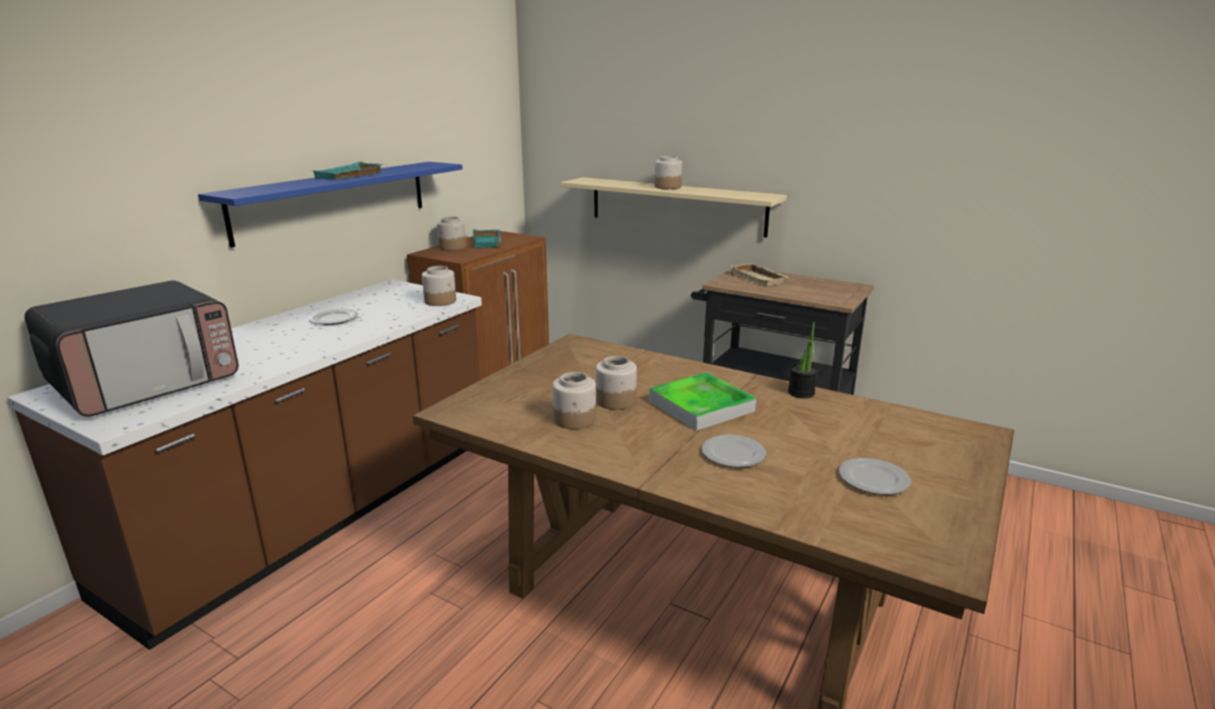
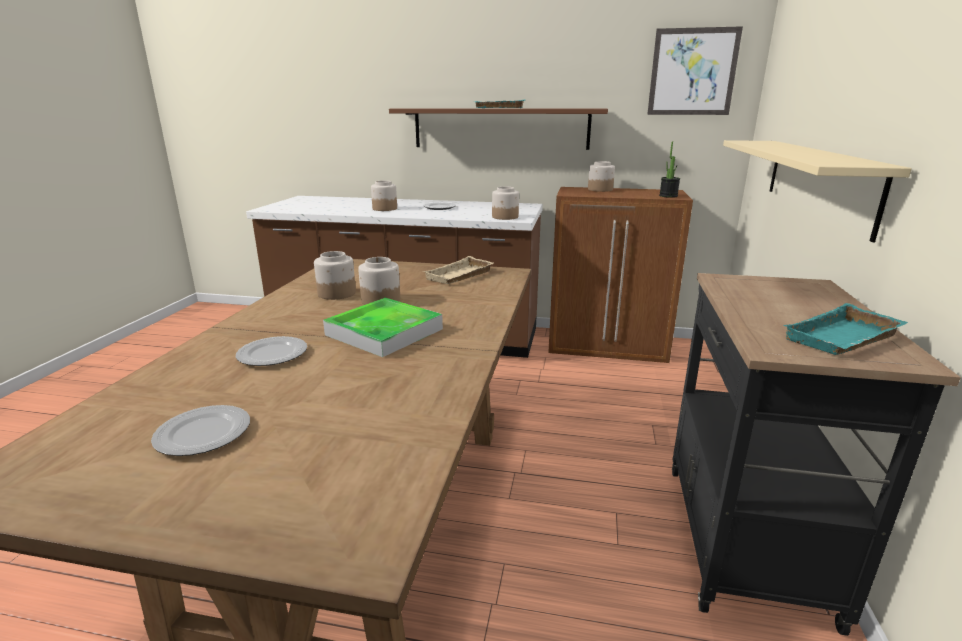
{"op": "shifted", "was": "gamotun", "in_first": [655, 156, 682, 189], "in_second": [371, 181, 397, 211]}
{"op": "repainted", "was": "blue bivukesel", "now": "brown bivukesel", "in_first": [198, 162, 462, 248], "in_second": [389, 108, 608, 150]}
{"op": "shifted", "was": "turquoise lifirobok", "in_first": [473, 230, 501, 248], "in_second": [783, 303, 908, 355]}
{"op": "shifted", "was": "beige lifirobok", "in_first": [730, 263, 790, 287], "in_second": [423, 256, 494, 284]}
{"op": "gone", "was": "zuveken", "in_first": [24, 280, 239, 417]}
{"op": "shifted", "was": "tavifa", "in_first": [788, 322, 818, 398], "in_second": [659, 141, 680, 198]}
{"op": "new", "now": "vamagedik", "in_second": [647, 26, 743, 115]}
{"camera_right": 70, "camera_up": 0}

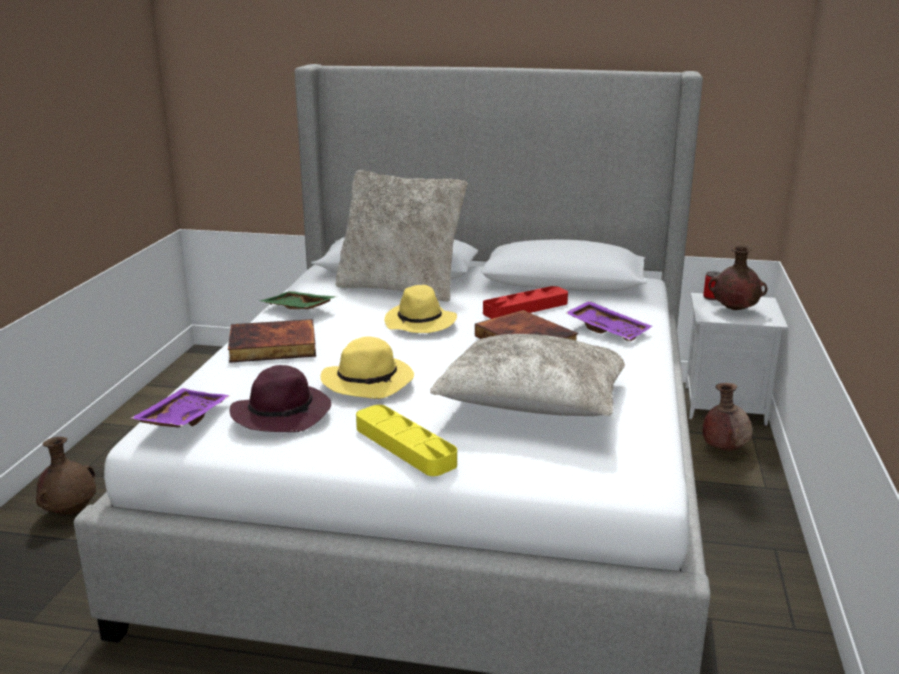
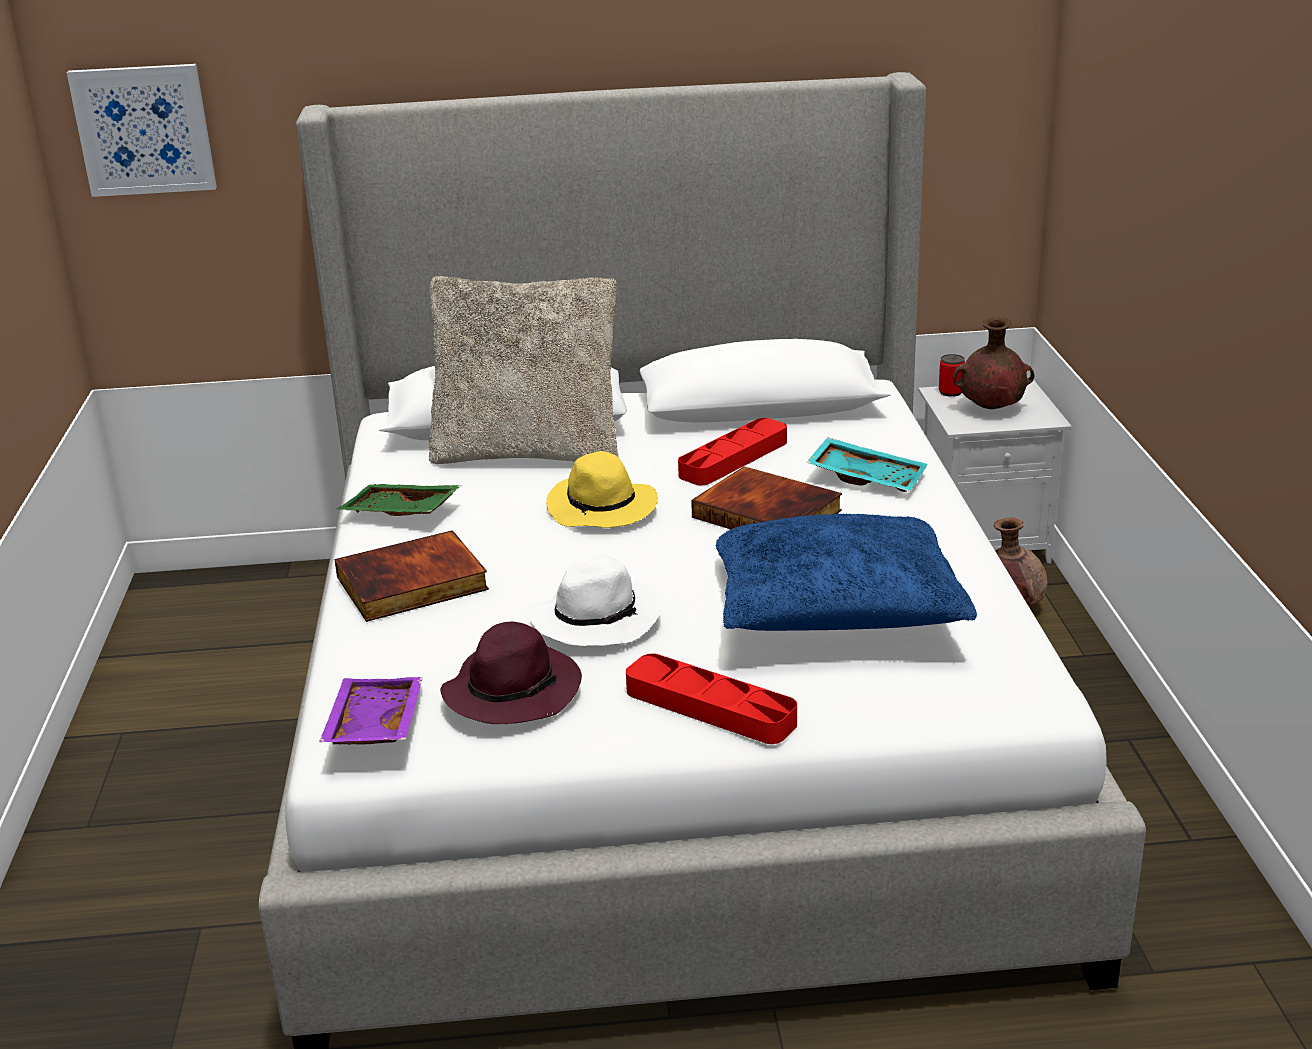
{"op": "repainted", "was": "purple lifirobok", "now": "turquoise lifirobok", "in_first": [566, 301, 652, 341], "in_second": [806, 437, 928, 492]}
{"op": "repainted", "was": "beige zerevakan", "now": "blue zerevakan", "in_first": [430, 333, 625, 416], "in_second": [716, 513, 977, 631]}
{"op": "repainted", "was": "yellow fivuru", "now": "white fivuru", "in_first": [321, 336, 414, 399], "in_second": [529, 554, 662, 646]}
{"op": "repainted", "was": "yellow lifirobok", "now": "red lifirobok", "in_first": [356, 405, 457, 476], "in_second": [626, 654, 797, 744]}
{"op": "gone", "was": "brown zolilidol", "in_first": [36, 437, 96, 515]}
{"op": "new", "now": "vamagedik", "in_second": [67, 64, 217, 197]}
{"camera_right": -15, "camera_up": 5}

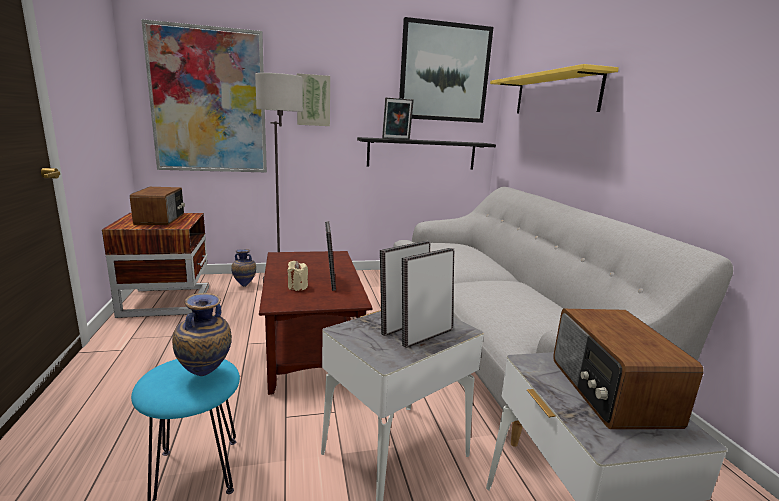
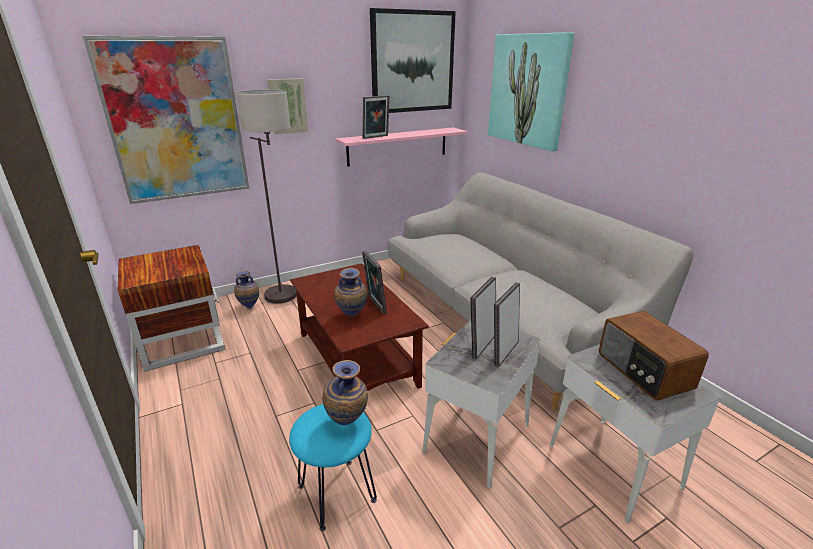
{"op": "swapped", "was": "yellow bivukesel", "now": "vamagedik", "in_first": [490, 64, 619, 113], "in_second": [488, 32, 574, 151]}
{"op": "repainted", "was": "black bivukesel", "now": "pink bivukesel", "in_first": [357, 137, 496, 170], "in_second": [335, 128, 468, 166]}
{"op": "gone", "was": "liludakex", "in_first": [130, 187, 185, 225]}
{"op": "swapped", "was": "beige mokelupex", "now": "zolilidol", "in_first": [288, 261, 308, 291], "in_second": [334, 268, 367, 316]}
{"camera_right": -15, "camera_up": 10}

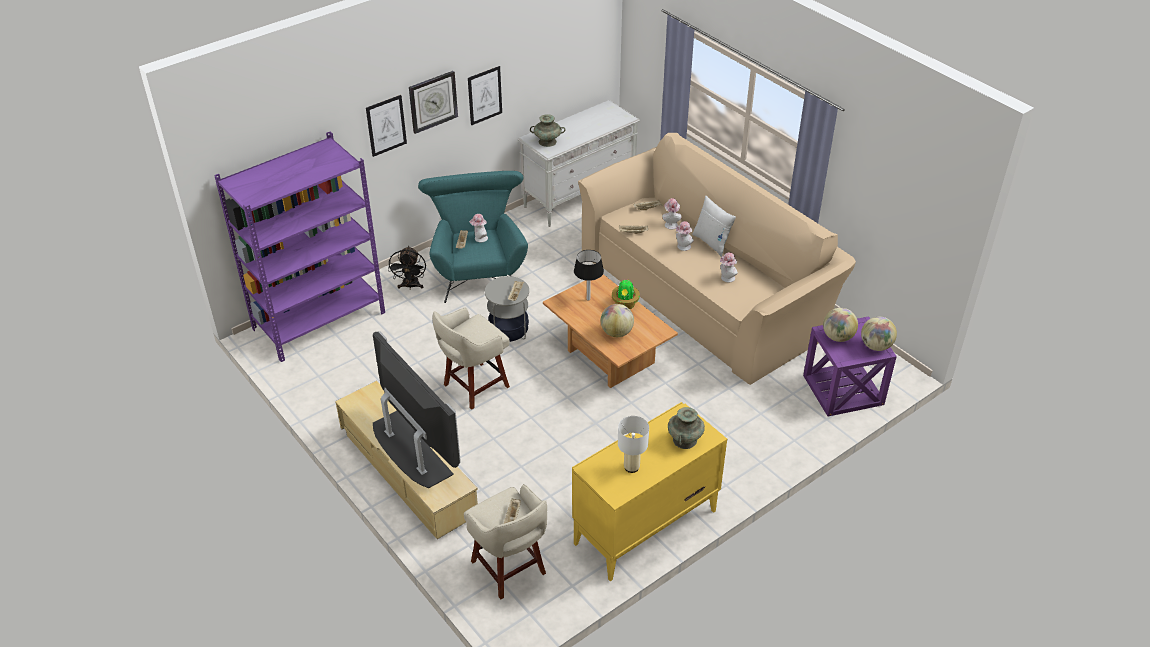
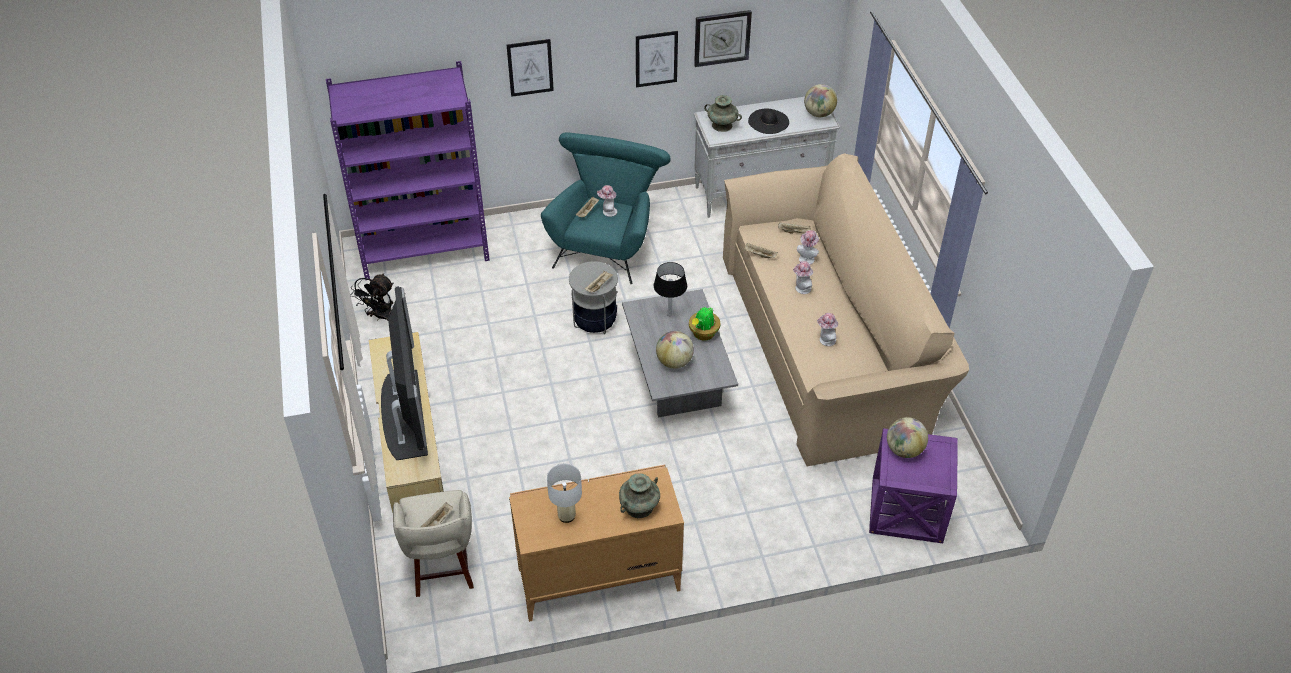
{"op": "shifted", "was": "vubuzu", "in_first": [409, 71, 458, 134], "in_second": [694, 10, 752, 67]}
{"op": "gone", "was": "grey zerevakan", "in_first": [692, 196, 736, 257]}
{"op": "shifted", "was": "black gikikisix", "in_first": [388, 246, 426, 290], "in_second": [350, 273, 393, 321]}
{"op": "repainted", "was": "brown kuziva", "now": "grey kuziva", "in_first": [543, 274, 678, 388], "in_second": [622, 289, 738, 417]}
{"op": "gone", "was": "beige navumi", "in_first": [433, 308, 510, 410]}
{"op": "shifted", "was": "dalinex", "in_first": [861, 317, 897, 351], "in_second": [804, 84, 837, 117]}
{"op": "repainted", "was": "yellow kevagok", "now": "brown kevagok", "in_first": [572, 402, 727, 581], "in_second": [509, 465, 684, 622]}
{"op": "new", "now": "black fivuru", "in_second": [748, 109, 789, 134]}
{"camera_right": 25, "camera_up": 5}

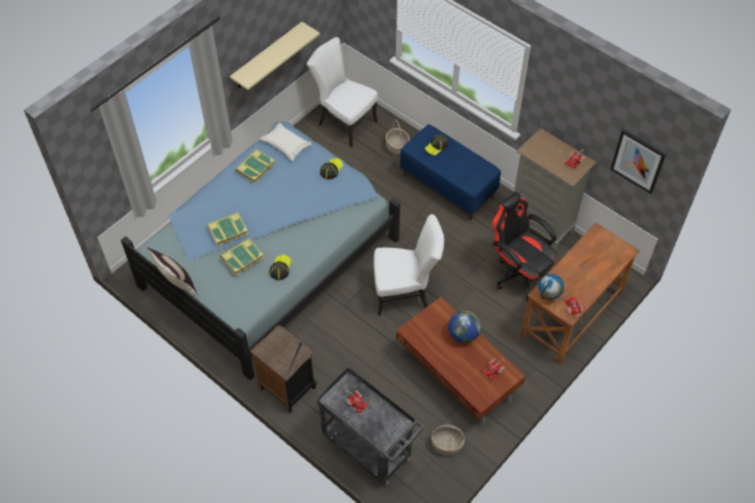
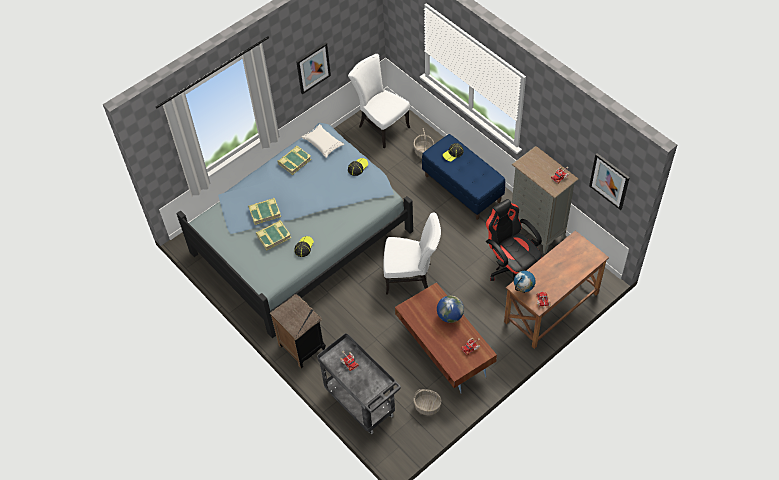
{"op": "swapped", "was": "beige bivukesel", "now": "vamagedik", "in_first": [230, 22, 320, 90], "in_second": [296, 42, 331, 95]}
{"op": "gone", "was": "zerevakan", "in_first": [147, 247, 197, 296]}
{"camera_right": 10, "camera_up": 0}

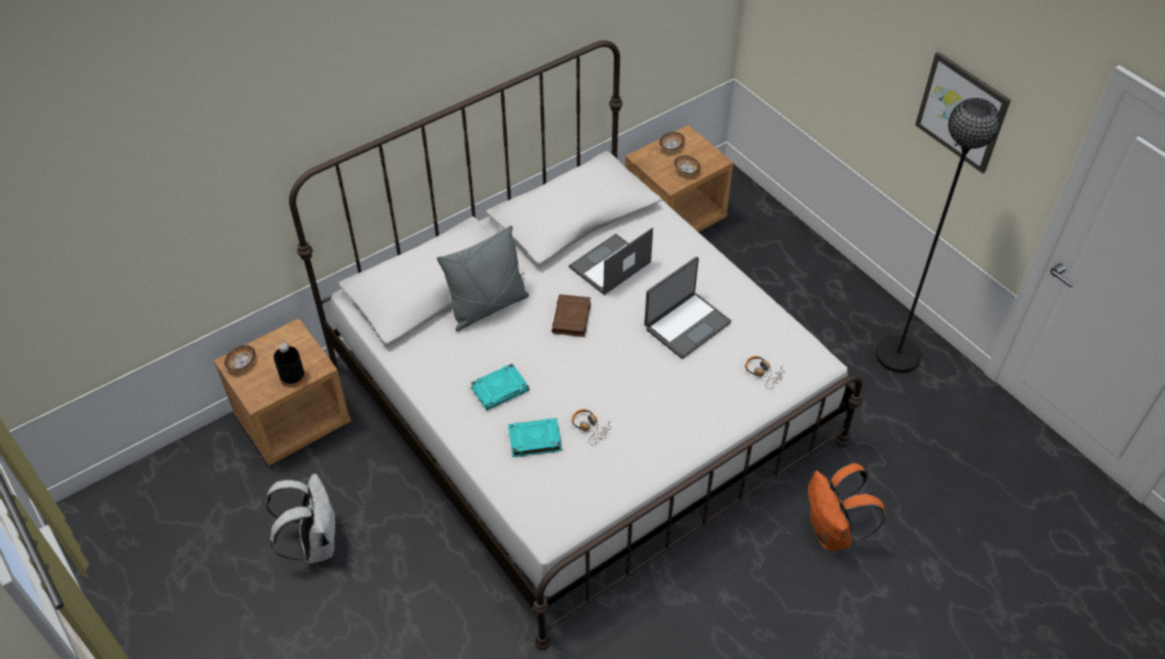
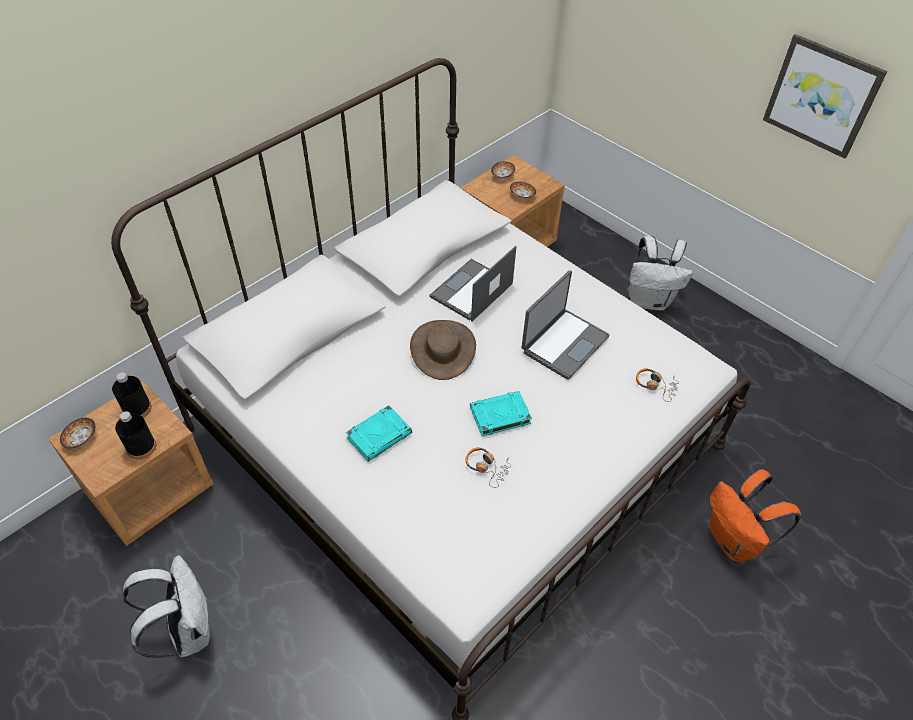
{"op": "gone", "was": "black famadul", "in_first": [875, 98, 1001, 373]}
{"op": "gone", "was": "grey zerevakan", "in_first": [437, 225, 529, 331]}
{"op": "swapped", "was": "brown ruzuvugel", "now": "brown fivuru", "in_first": [552, 294, 591, 337], "in_second": [410, 320, 476, 380]}
{"op": "shifted", "was": "turquoise ruzuvugel", "in_first": [508, 418, 562, 457], "in_second": [470, 391, 532, 436]}
{"op": "new", "now": "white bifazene", "in_second": [628, 236, 693, 310]}
{"op": "new", "now": "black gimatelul", "in_second": [112, 372, 152, 418]}
{"camera_right": -10, "camera_up": 0}

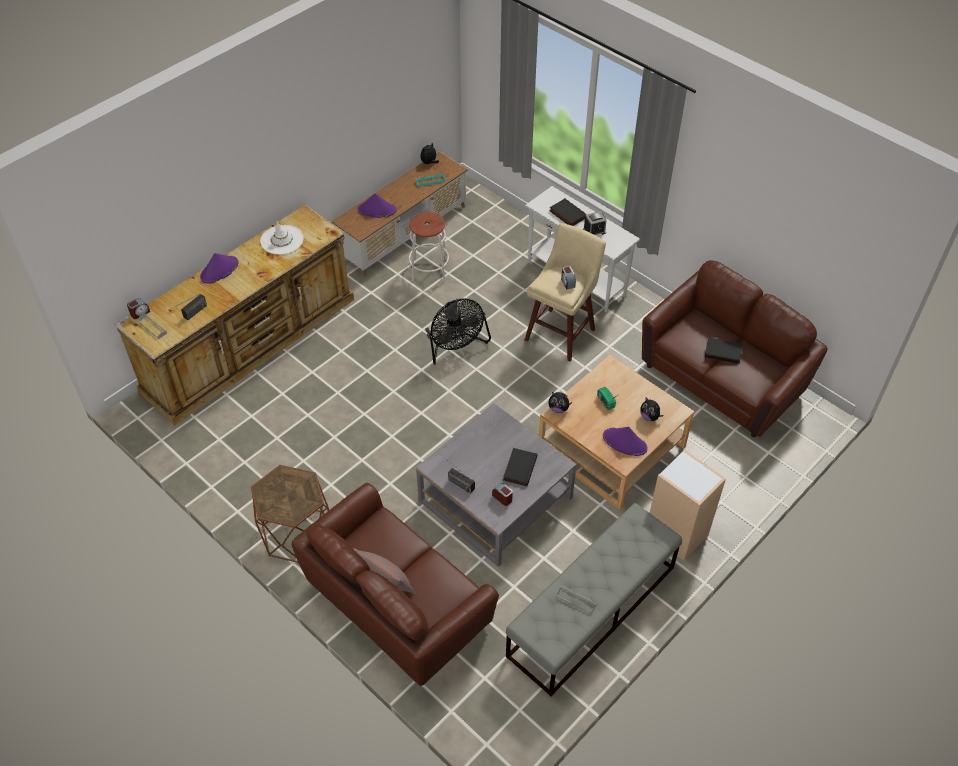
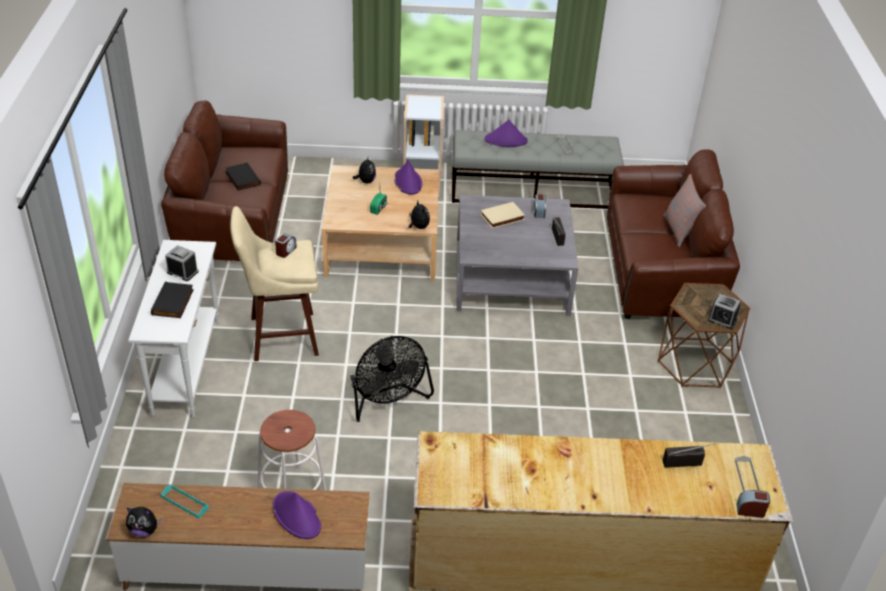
{"op": "gone", "was": "white fivuru", "in_first": [260, 221, 304, 255]}
{"op": "shifted", "was": "purple fivuru", "in_first": [200, 253, 238, 283], "in_second": [485, 119, 528, 147]}
{"op": "rotated", "was": "black gikikisix", "in_first": [425, 299, 491, 365], "in_second": [350, 335, 434, 422], "clockwise": 135}
{"op": "repainted", "was": "black ruzuvugel", "now": "beige ruzuvugel", "in_first": [503, 448, 537, 486], "in_second": [480, 202, 525, 228]}
{"op": "new", "now": "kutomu", "in_second": [707, 294, 741, 329]}
{"camera_right": -135, "camera_up": -10}

